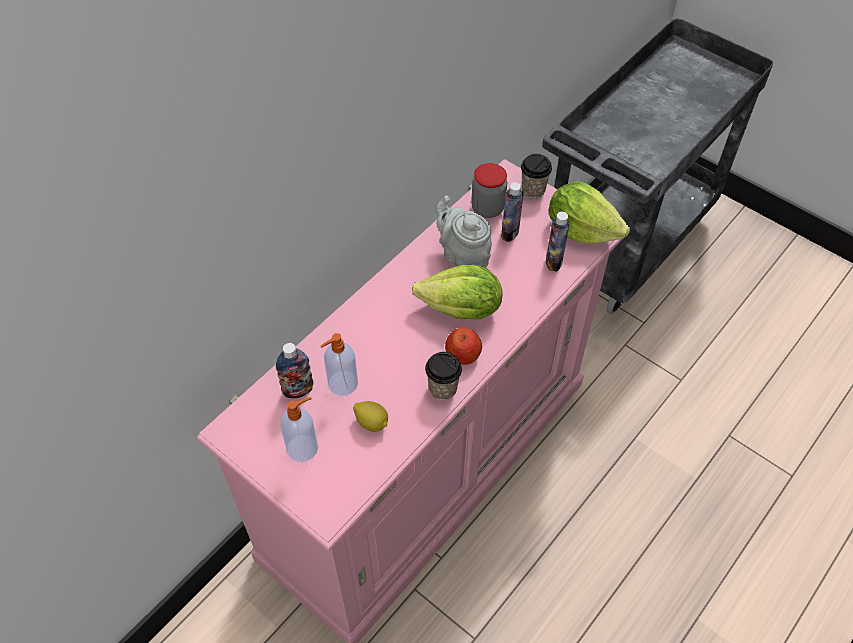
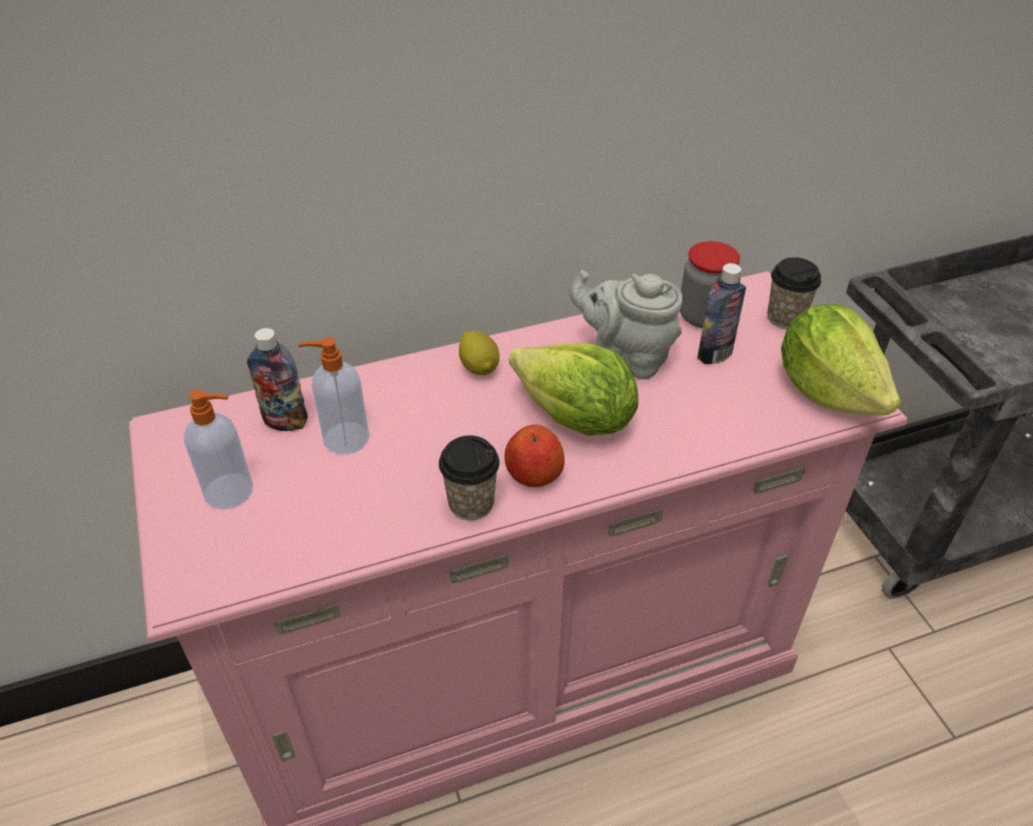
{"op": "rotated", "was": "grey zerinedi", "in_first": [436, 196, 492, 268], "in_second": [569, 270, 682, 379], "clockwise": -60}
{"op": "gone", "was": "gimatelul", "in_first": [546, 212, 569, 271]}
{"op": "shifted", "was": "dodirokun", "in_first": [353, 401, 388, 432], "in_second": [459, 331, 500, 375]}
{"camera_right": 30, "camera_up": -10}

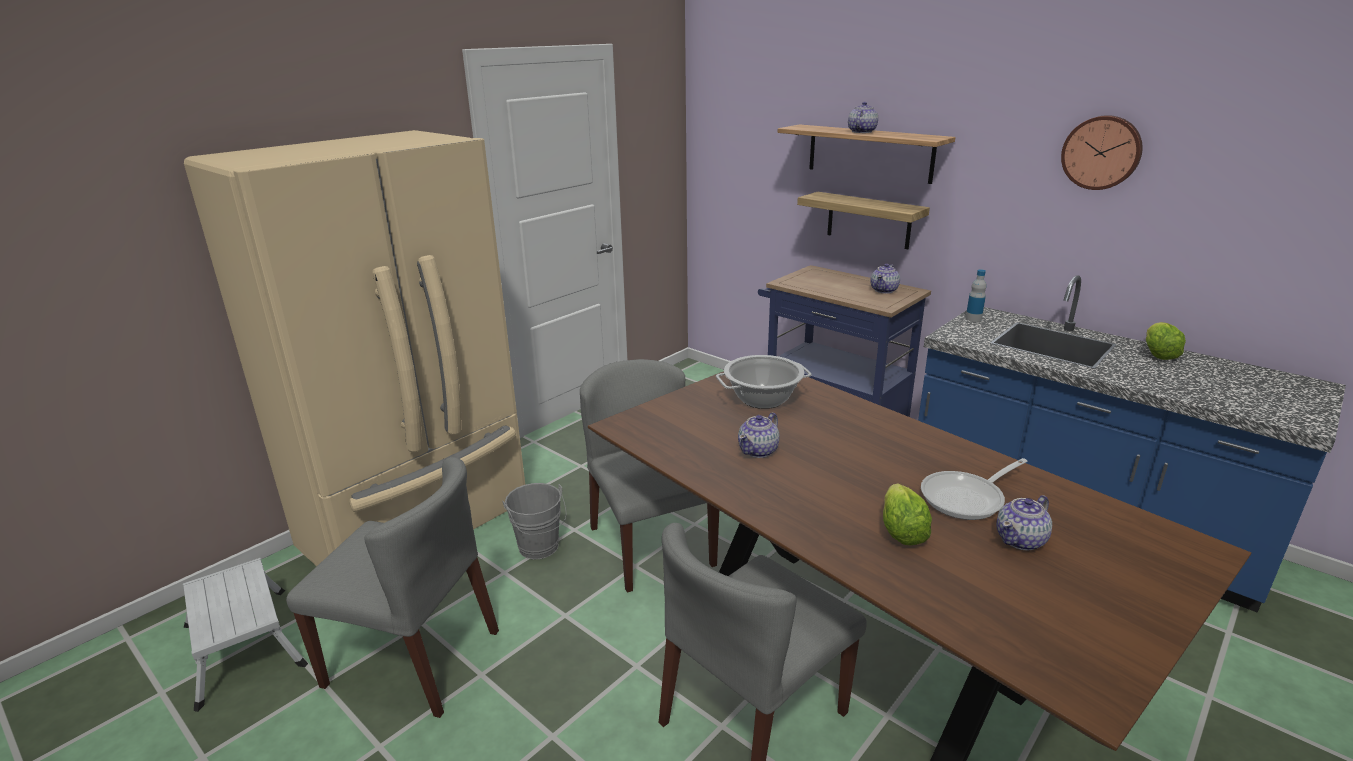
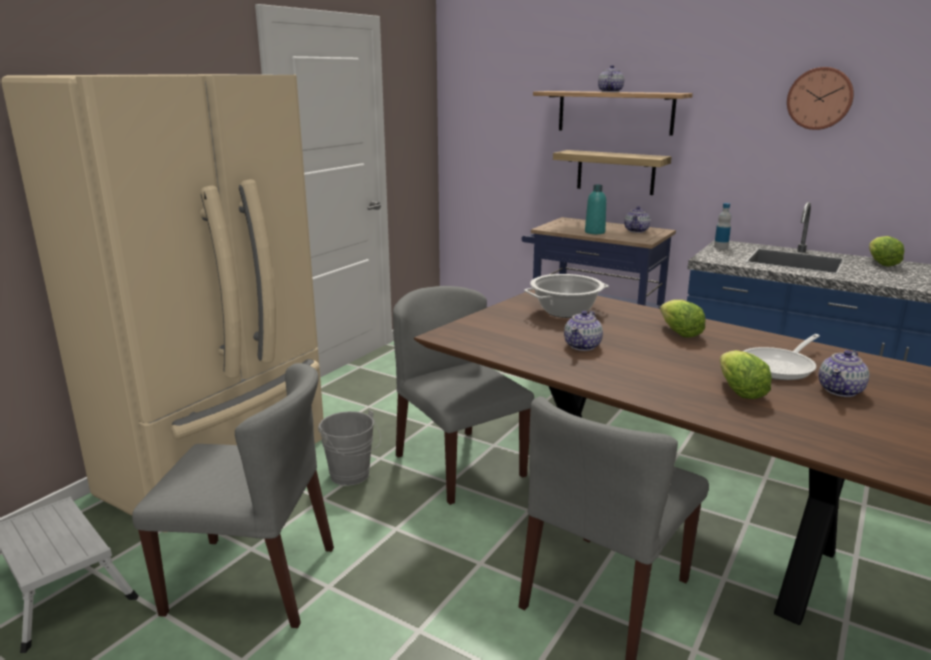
{"op": "new", "now": "turquoise gimatelul", "in_second": [585, 185, 606, 234]}
{"op": "new", "now": "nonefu", "in_second": [660, 300, 706, 338]}
{"camera_right": -10, "camera_up": -5}

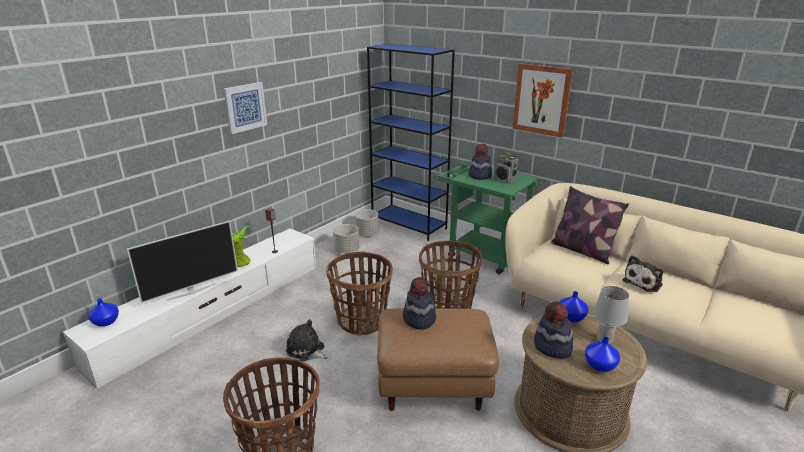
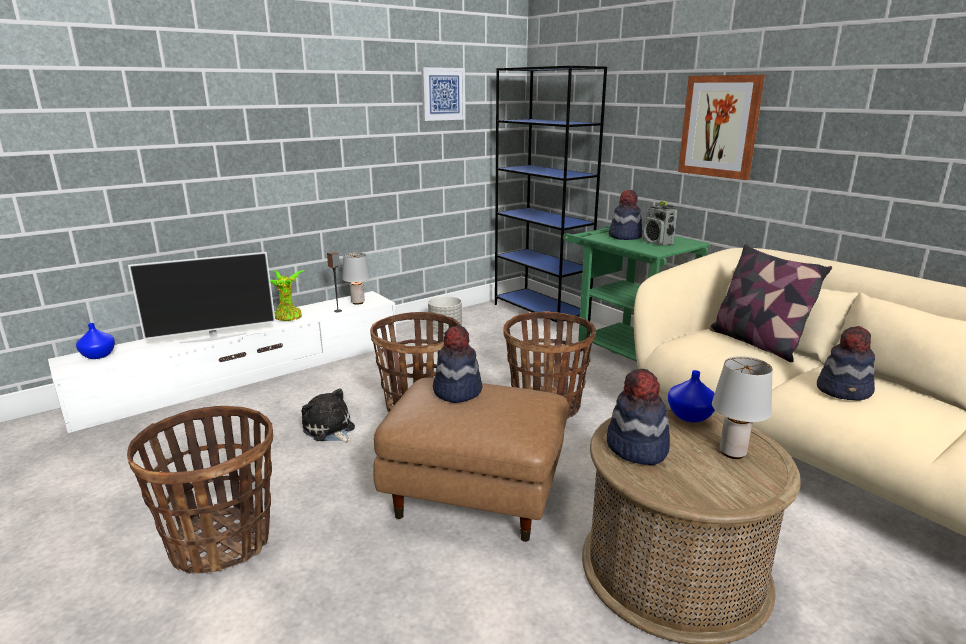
{"op": "shifted", "was": "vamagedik", "in_first": [223, 82, 267, 134], "in_second": [421, 67, 465, 121]}
{"op": "gone", "was": "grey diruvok", "in_first": [354, 209, 379, 237]}
{"op": "swapped", "was": "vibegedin", "now": "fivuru", "in_first": [622, 255, 664, 292], "in_second": [817, 326, 875, 400]}
{"op": "gone", "was": "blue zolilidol", "in_first": [585, 337, 620, 372]}
{"op": "new", "now": "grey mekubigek", "in_second": [342, 253, 370, 305]}
{"camera_right": 15, "camera_up": -5}

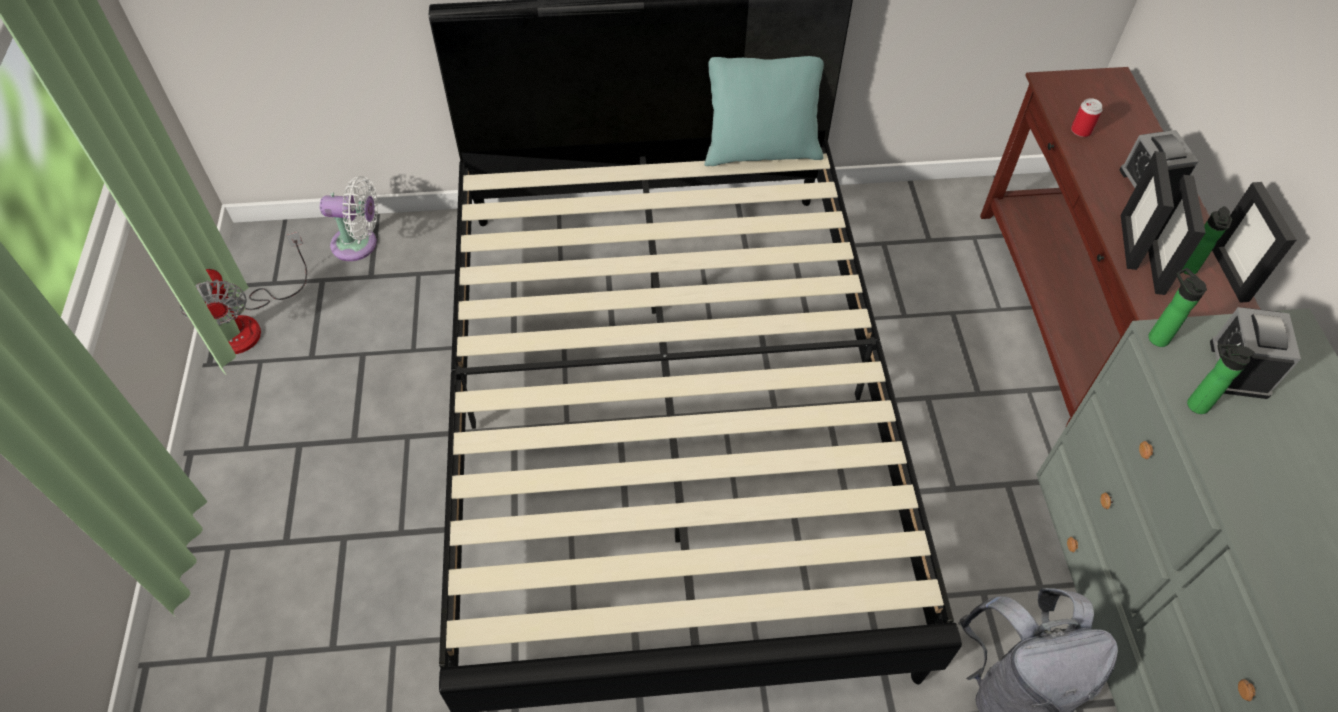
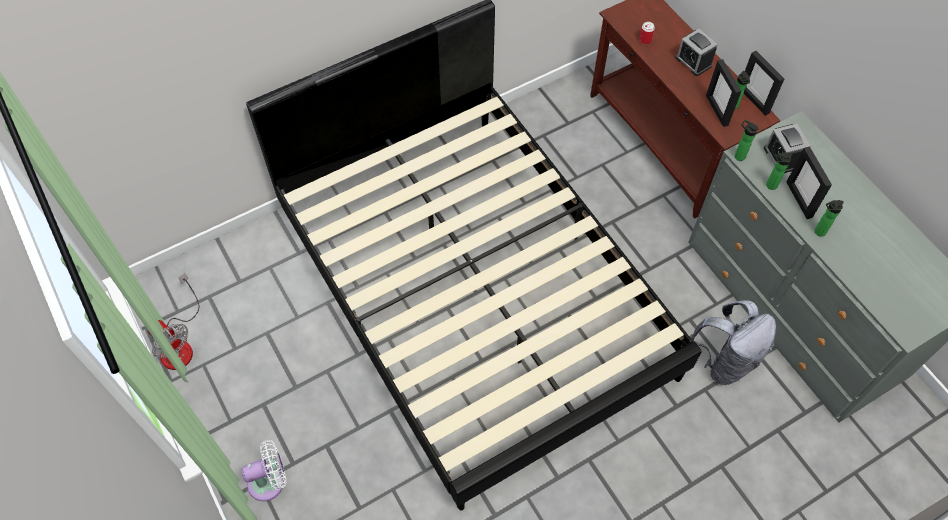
{"op": "gone", "was": "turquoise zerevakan", "in_first": [704, 56, 824, 166]}
{"op": "shifted", "was": "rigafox", "in_first": [1121, 151, 1174, 270], "in_second": [786, 146, 832, 219]}
{"op": "shifted", "was": "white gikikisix", "in_first": [320, 176, 378, 261], "in_second": [241, 440, 286, 501]}
{"op": "new", "now": "gimatelul", "in_second": [814, 200, 844, 237]}
{"camera_right": -25, "camera_up": 5}

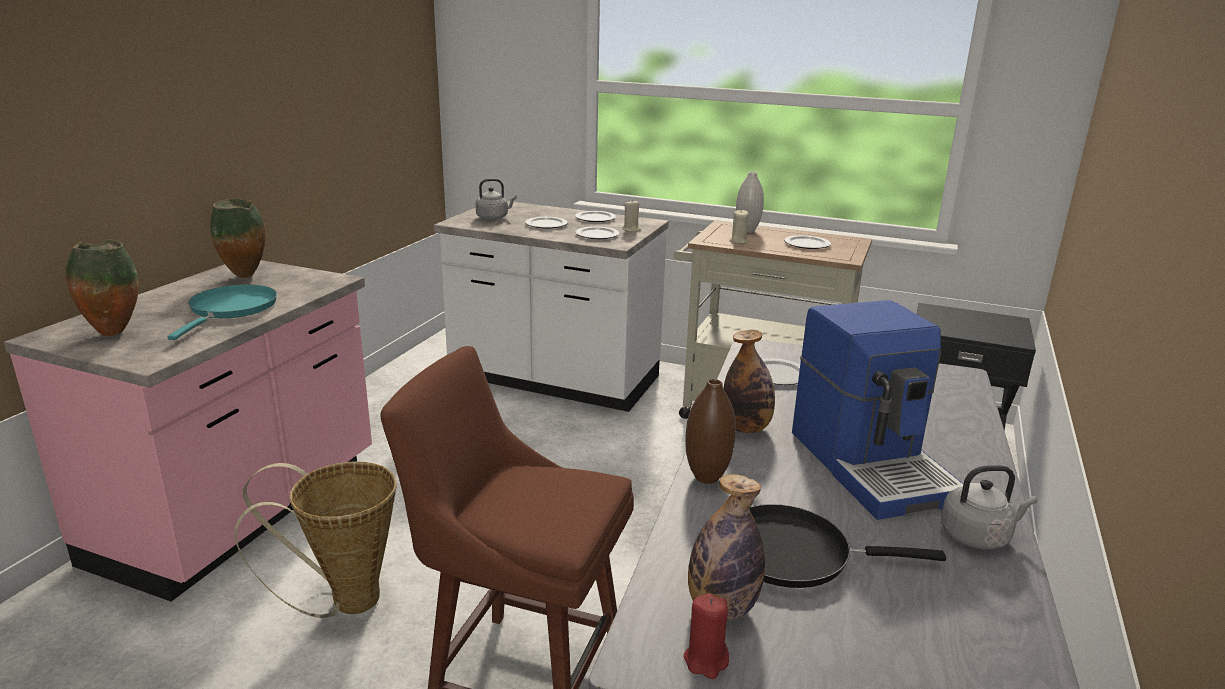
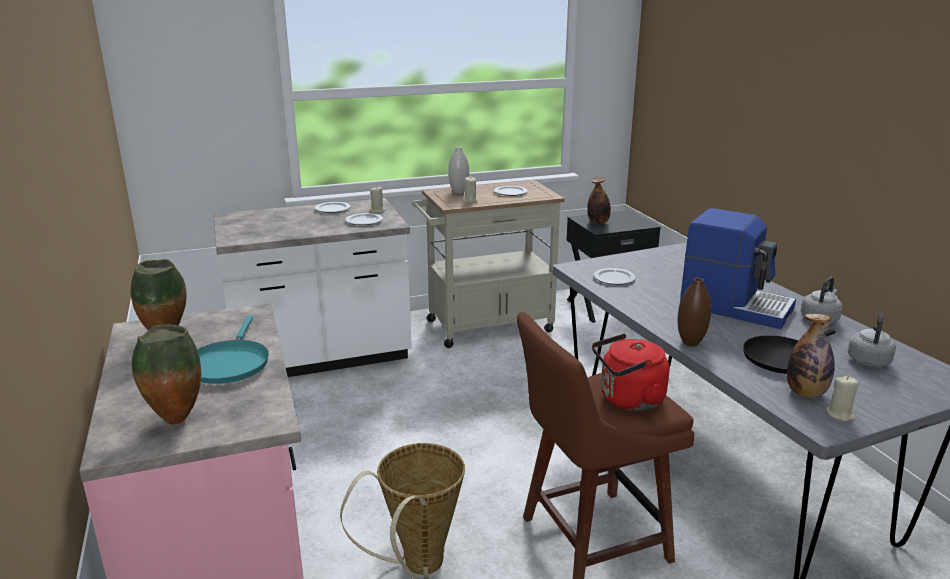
{"op": "shifted", "was": "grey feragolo", "in_first": [475, 179, 517, 220], "in_second": [848, 313, 896, 367]}
{"op": "gone", "was": "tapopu", "in_first": [525, 217, 568, 229]}
{"op": "rotated", "was": "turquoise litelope", "in_first": [168, 284, 277, 340], "in_second": [197, 316, 269, 384], "clockwise": -150}
{"op": "shifted", "was": "gimatelul", "in_first": [723, 330, 775, 433], "in_second": [587, 178, 611, 224]}
{"op": "repainted", "was": "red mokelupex", "now": "beige mokelupex", "in_first": [683, 593, 729, 679], "in_second": [826, 376, 859, 422]}
{"op": "new", "now": "red feragolo", "in_second": [592, 333, 669, 411]}
{"camera_right": -40, "camera_up": 0}

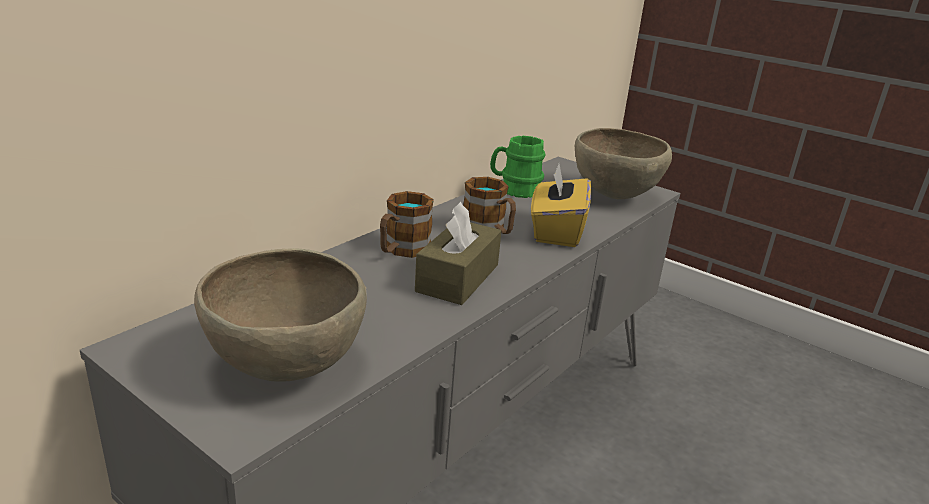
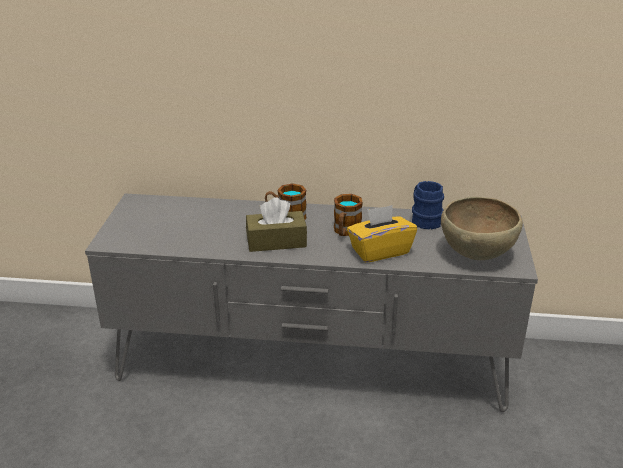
{"op": "repainted", "was": "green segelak", "now": "blue segelak", "in_first": [490, 135, 545, 198], "in_second": [412, 181, 444, 229]}
{"op": "gone", "was": "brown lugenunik", "in_first": [194, 248, 367, 382]}
{"camera_right": 60, "camera_up": 5}

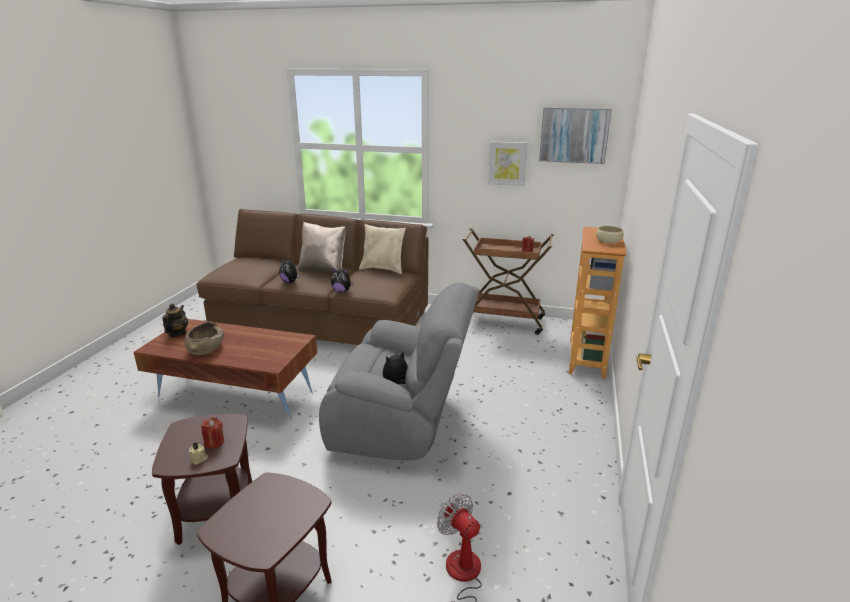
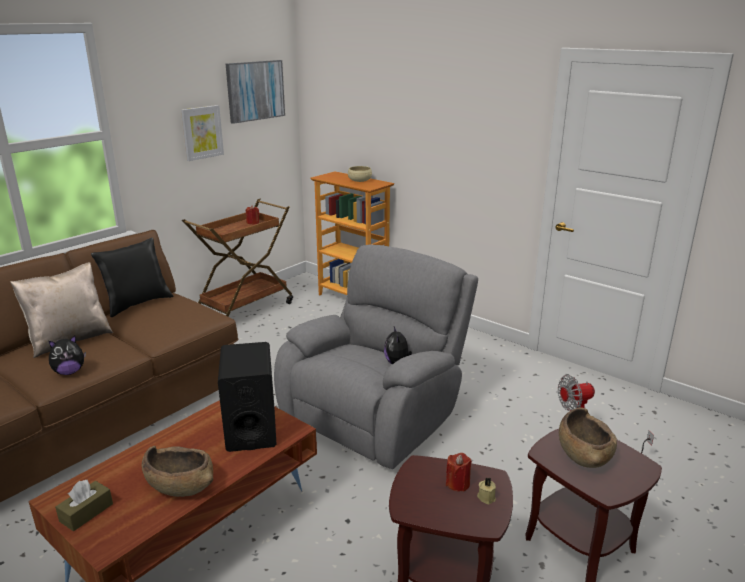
{"op": "repainted", "was": "beige zerevakan", "now": "black zerevakan", "in_first": [359, 224, 406, 274], "in_second": [91, 237, 173, 317]}
{"op": "gone", "was": "vibegedin", "in_first": [331, 268, 354, 293]}
{"op": "swapped", "was": "zerinedi", "now": "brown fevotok", "in_first": [163, 304, 188, 337], "in_second": [55, 480, 113, 531]}
{"op": "new", "now": "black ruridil", "in_second": [218, 342, 276, 452]}
{"op": "new", "now": "brown lugenunik", "in_second": [559, 407, 617, 468]}
{"camera_right": -65, "camera_up": 0}

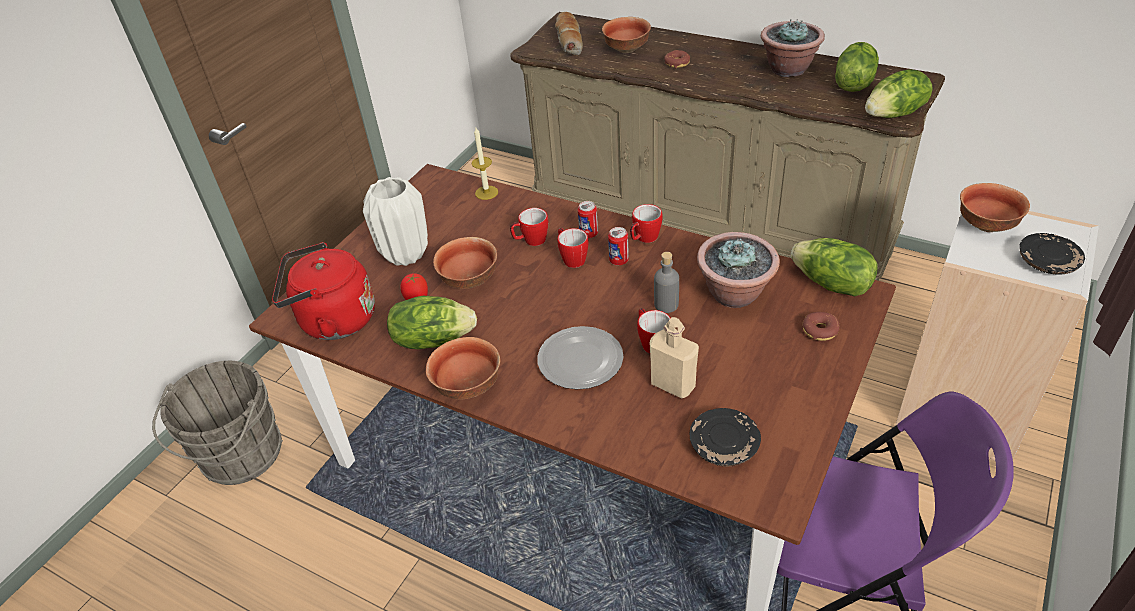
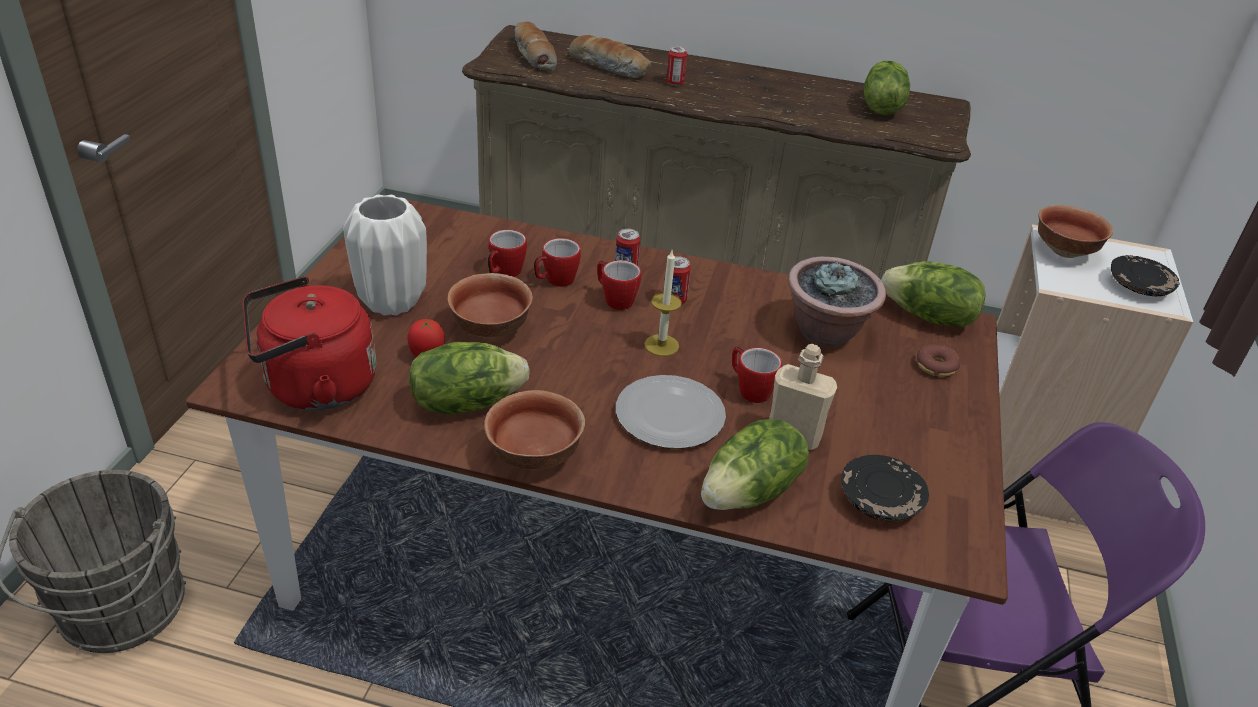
{"op": "swapped", "was": "lugenunik", "now": "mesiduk", "in_first": [602, 17, 651, 53], "in_second": [569, 35, 651, 78]}
{"op": "gone", "was": "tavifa", "in_first": [761, 19, 825, 77]}
{"op": "swapped", "was": "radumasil", "now": "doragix", "in_first": [664, 50, 690, 68], "in_second": [666, 46, 687, 86]}
{"op": "shifted", "was": "nonefu", "in_first": [865, 69, 933, 118], "in_second": [701, 419, 809, 510]}
{"op": "shifted", "was": "mokelupex", "in_first": [472, 127, 498, 200], "in_second": [644, 250, 682, 356]}
{"op": "shifted", "was": "segelak", "in_first": [630, 204, 662, 243], "in_second": [488, 230, 527, 277]}
{"op": "gone", "was": "grey gimatelul", "in_first": [654, 252, 679, 313]}
{"camera_right": -20, "camera_up": -5}

